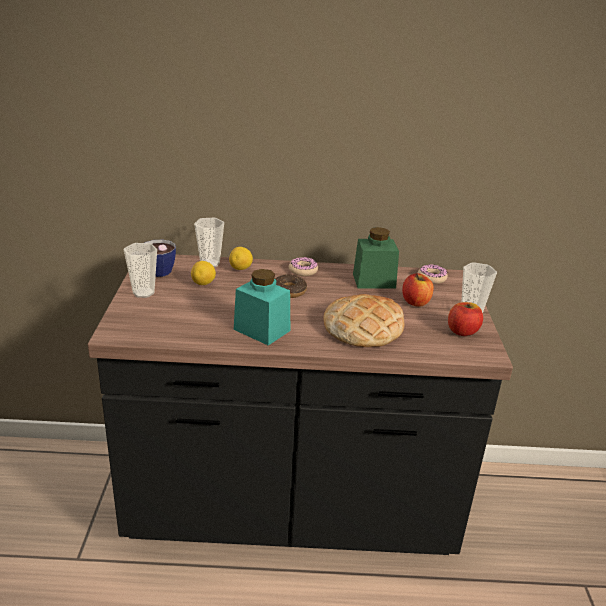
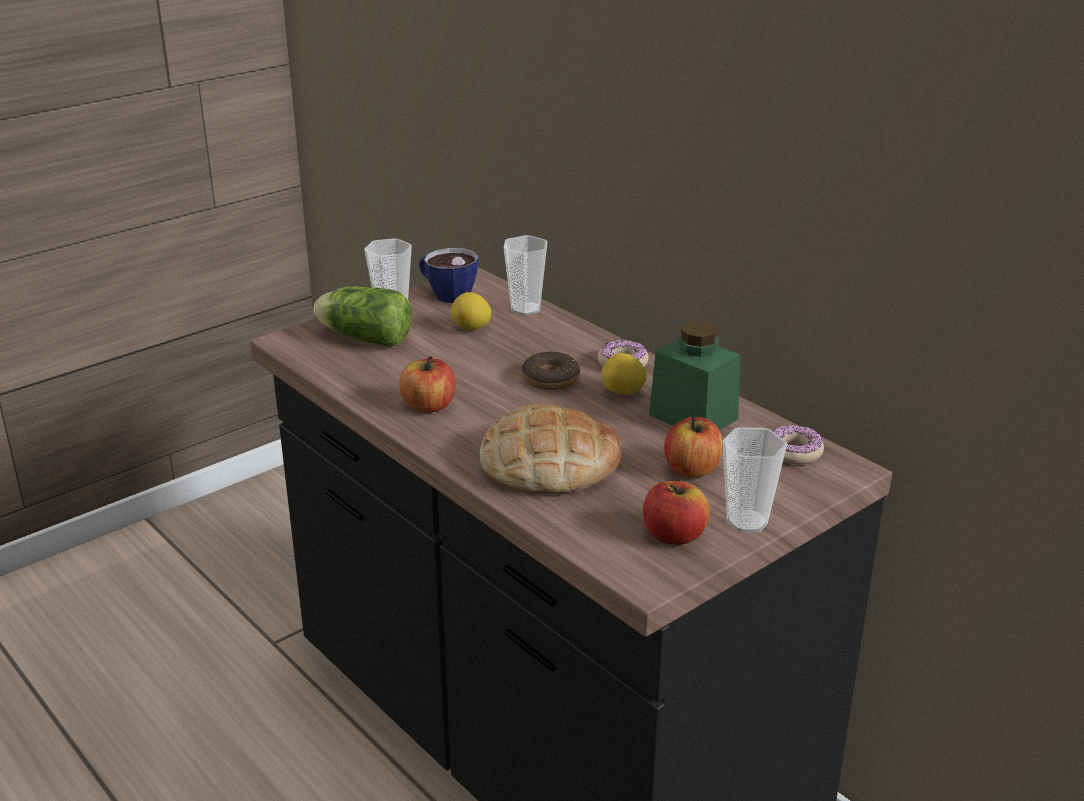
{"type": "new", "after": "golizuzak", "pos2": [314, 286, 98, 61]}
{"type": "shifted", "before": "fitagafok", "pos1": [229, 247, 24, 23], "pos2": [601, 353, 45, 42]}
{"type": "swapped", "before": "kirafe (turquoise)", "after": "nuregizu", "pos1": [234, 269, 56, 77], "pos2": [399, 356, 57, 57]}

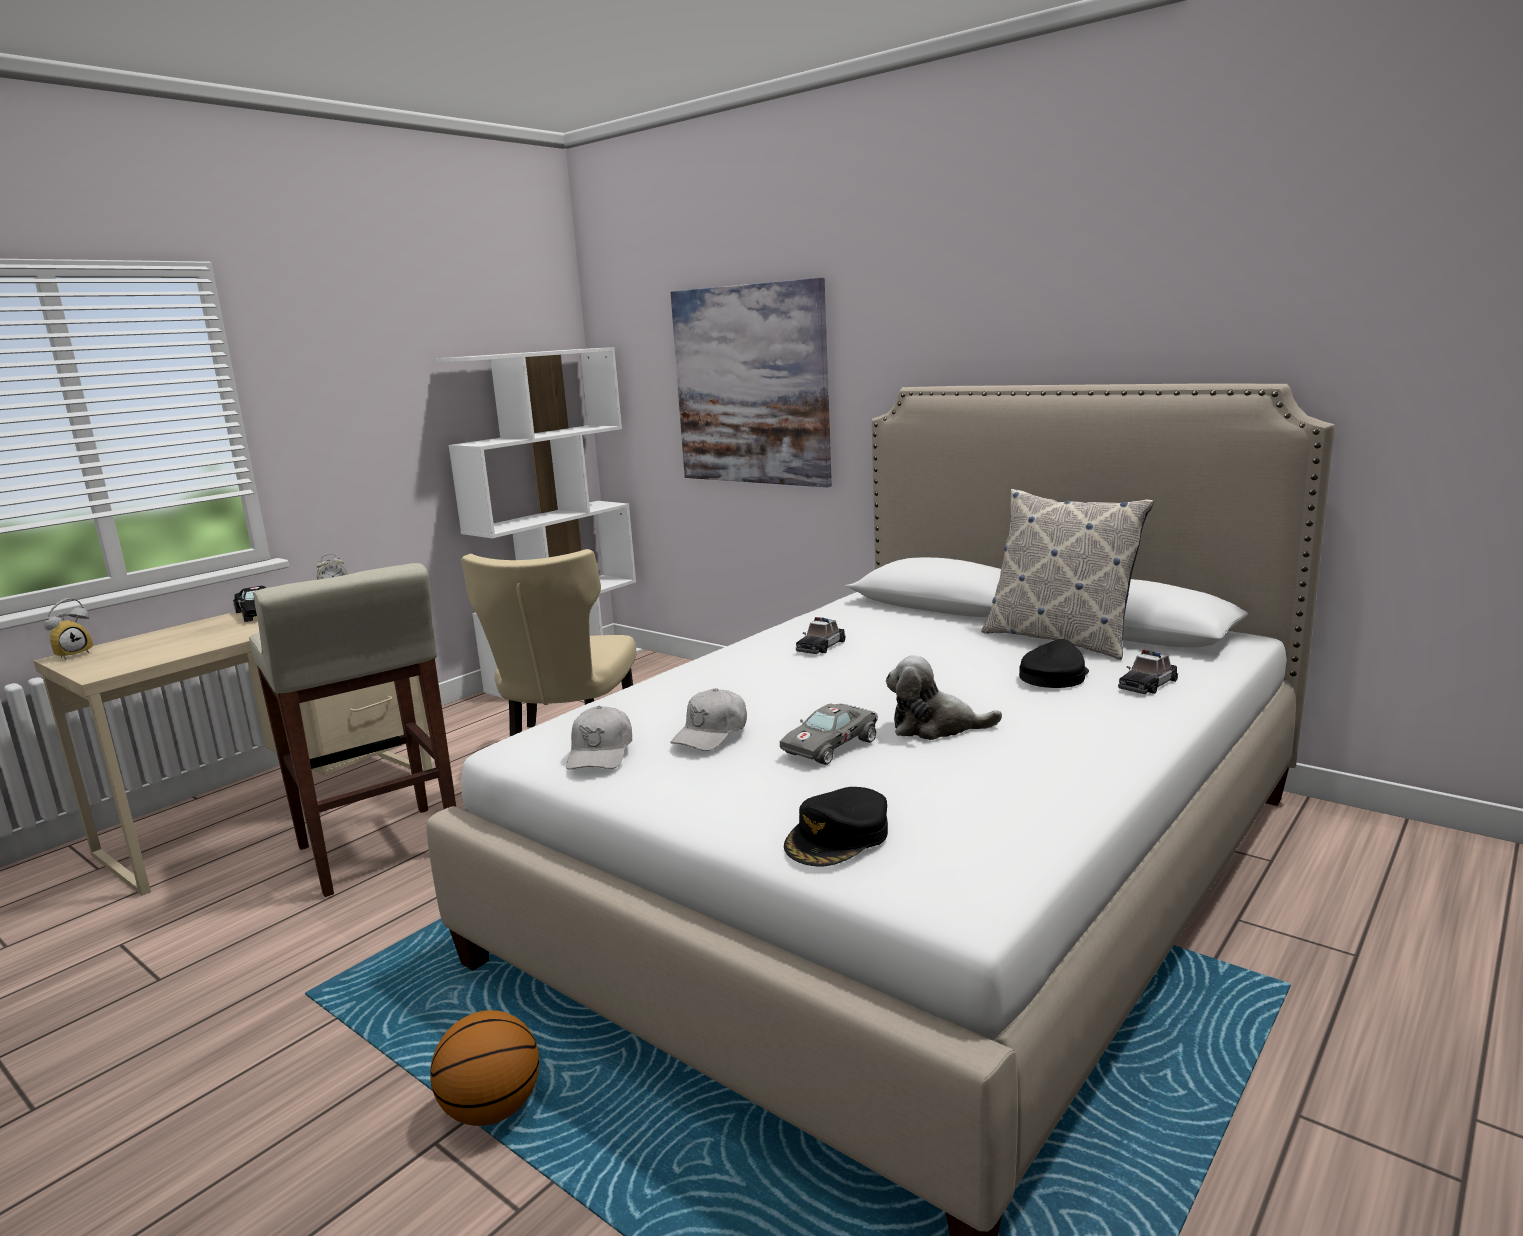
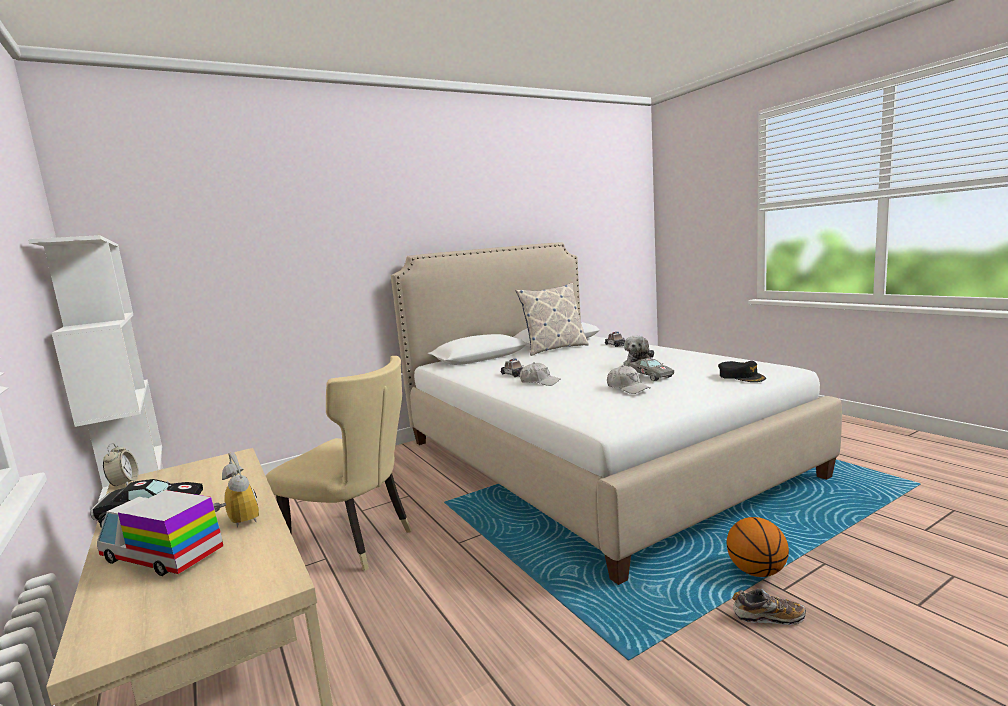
{"type": "gone", "before": "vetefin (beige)", "pos1": [249, 563, 207, 334]}
{"type": "gone", "before": "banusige", "pos1": [671, 277, 161, 210]}
{"type": "gone", "before": "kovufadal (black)", "pos1": [1019, 639, 70, 49]}
{"type": "new", "after": "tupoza", "pos2": [97, 490, 126, 86]}
{"type": "new", "after": "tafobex", "pos2": [732, 589, 74, 36]}
{"type": "shifted", "before": "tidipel", "pos1": [44, 598, 49, 62], "pos2": [213, 452, 46, 76]}
{"type": "shifted", "before": "kovufadal (white)", "pos1": [566, 706, 66, 64], "pos2": [520, 362, 41, 24]}

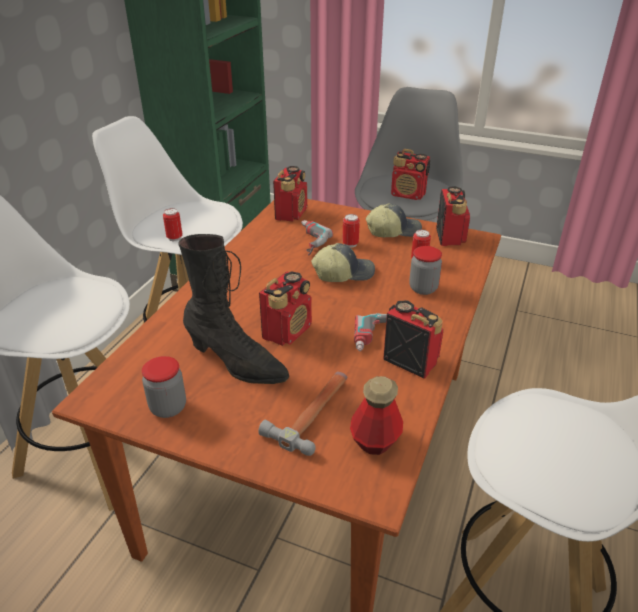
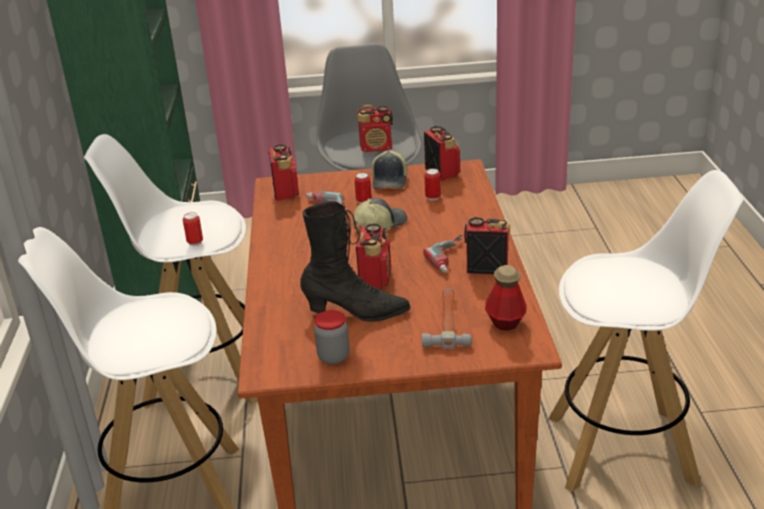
{"type": "gone", "before": "kirafe", "pos1": [409, 246, 33, 49]}
{"type": "rotated", "before": "kovufadal", "pos1": [365, 203, 57, 34], "pos2": [372, 150, 36, 39], "turn": 135}

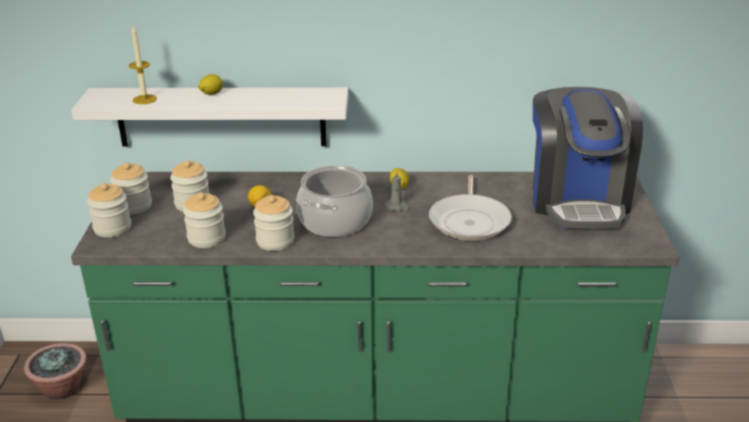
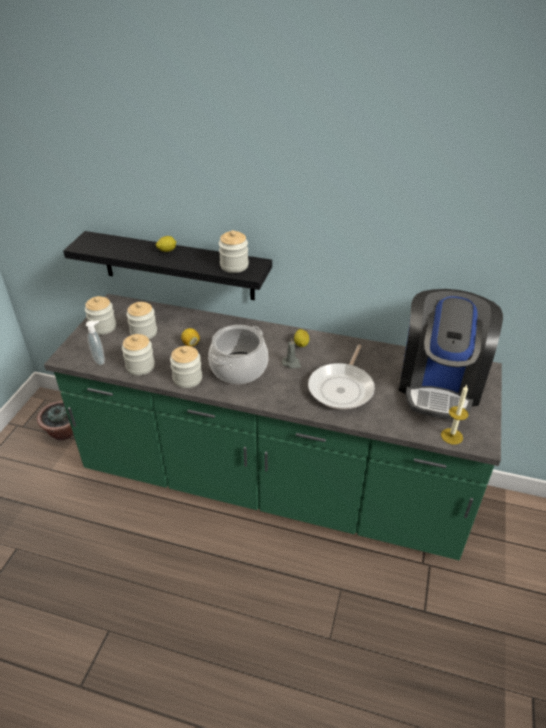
{"type": "new", "after": "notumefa", "pos2": [86, 320, 19, 45]}
{"type": "shifted", "before": "kirafe", "pos1": [87, 183, 44, 54], "pos2": [219, 230, 30, 43]}
{"type": "shifted", "before": "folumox", "pos1": [129, 25, 28, 79], "pos2": [441, 385, 27, 60]}
{"type": "repainted", "before": "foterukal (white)", "after": "foterukal (black)", "pos1": [71, 87, 278, 60], "pos2": [63, 231, 209, 69]}

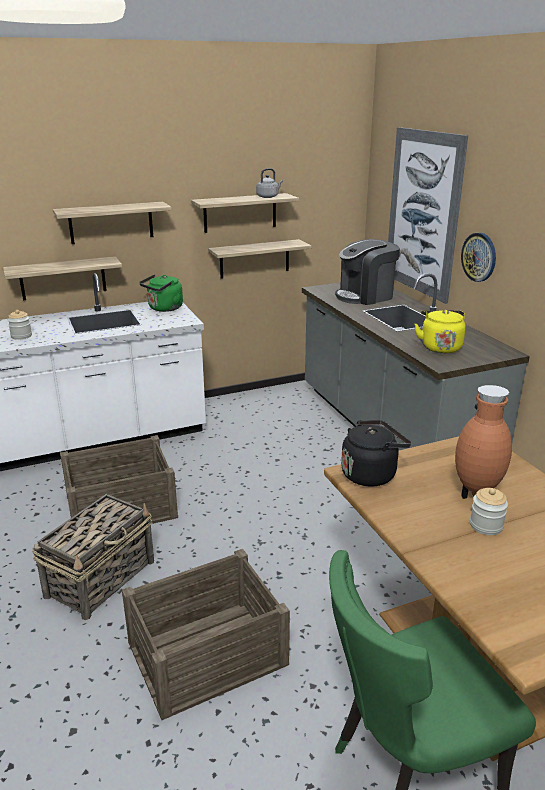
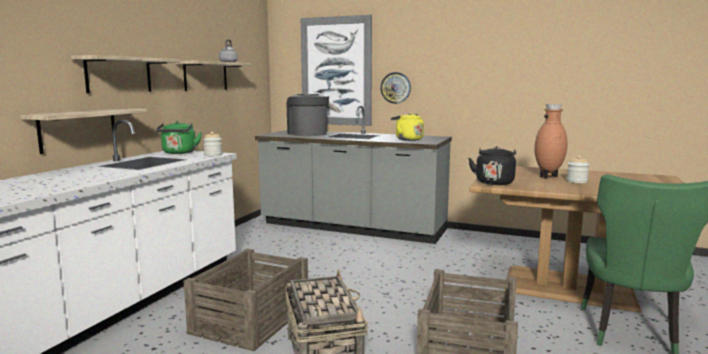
{"type": "gone", "before": "foterukal", "pos1": [208, 239, 104, 40]}
{"type": "shifted", "before": "kirafe", "pos1": [8, 310, 24, 30], "pos2": [203, 131, 19, 25]}
{"type": "rotated", "before": "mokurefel", "pos1": [335, 239, 65, 66], "pos2": [287, 94, 42, 42], "turn": 135}

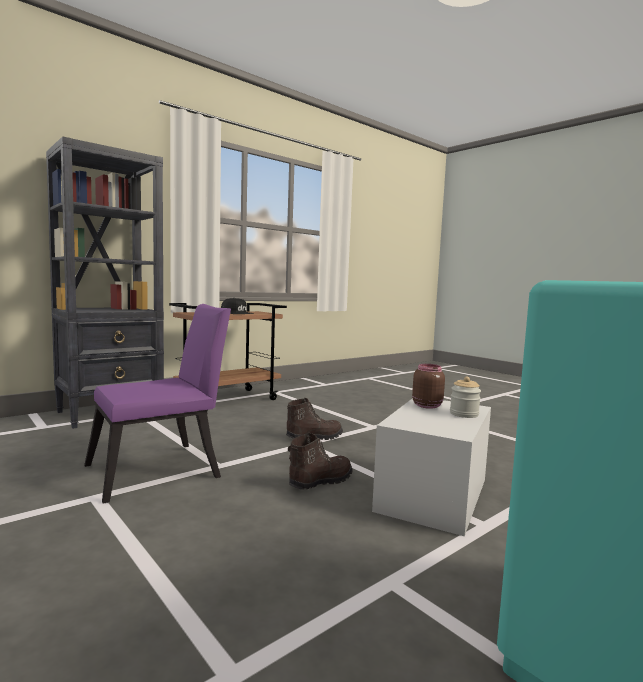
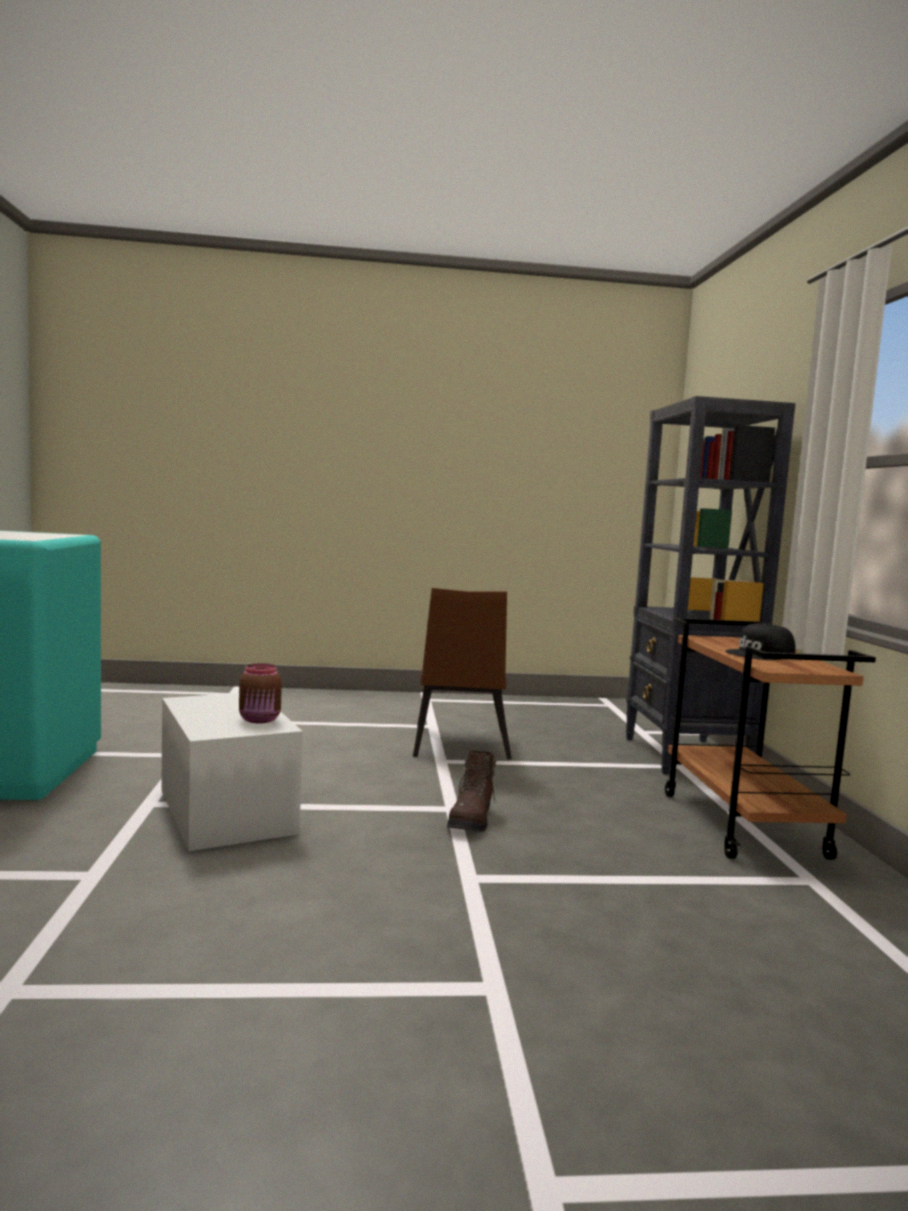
{"type": "gone", "before": "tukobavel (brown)", "pos1": [288, 433, 65, 56]}
{"type": "gone", "before": "kirafe", "pos1": [450, 377, 31, 41]}
{"type": "repainted", "before": "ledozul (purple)", "after": "ledozul (brown)", "pos1": [84, 304, 147, 200], "pos2": [413, 588, 99, 171]}

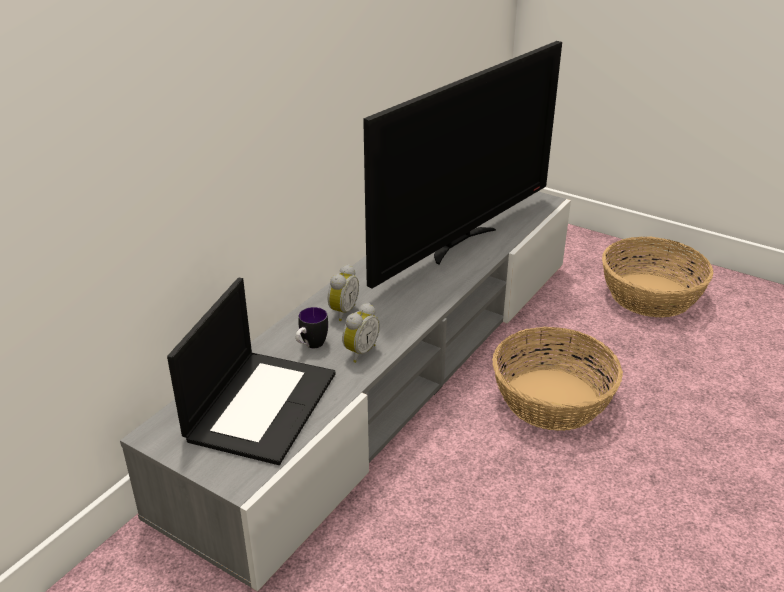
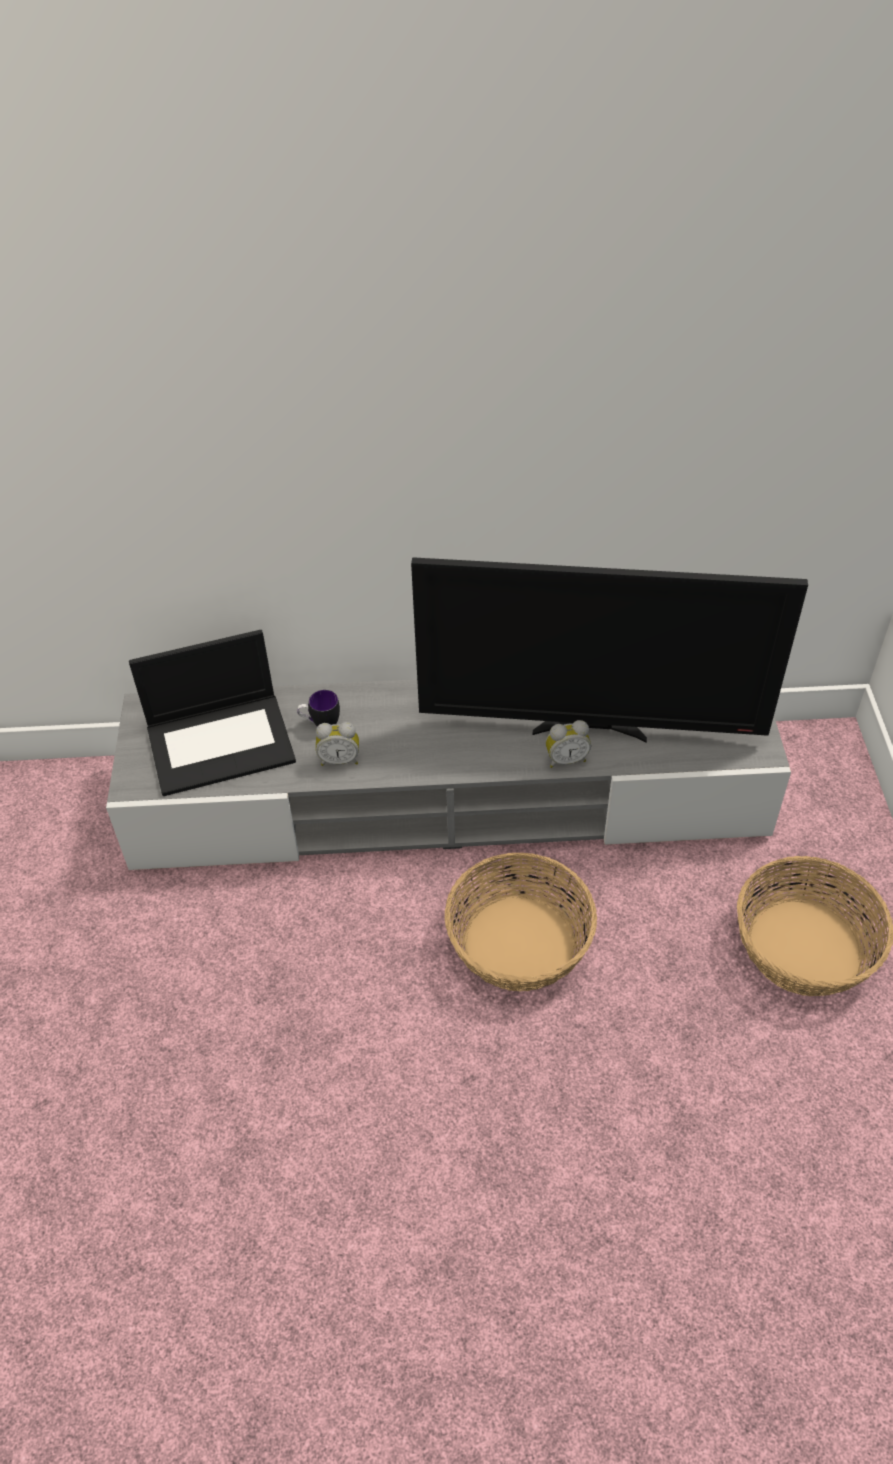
{"type": "shifted", "before": "tidipel", "pos1": [328, 264, 31, 57], "pos2": [546, 720, 45, 48]}

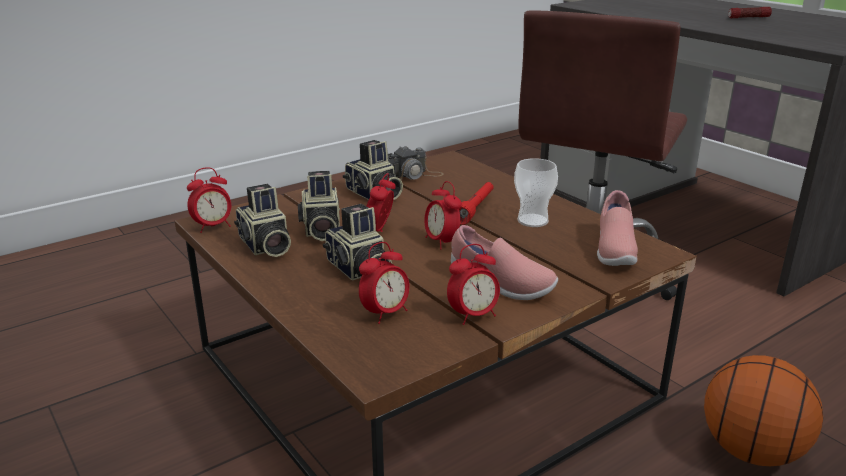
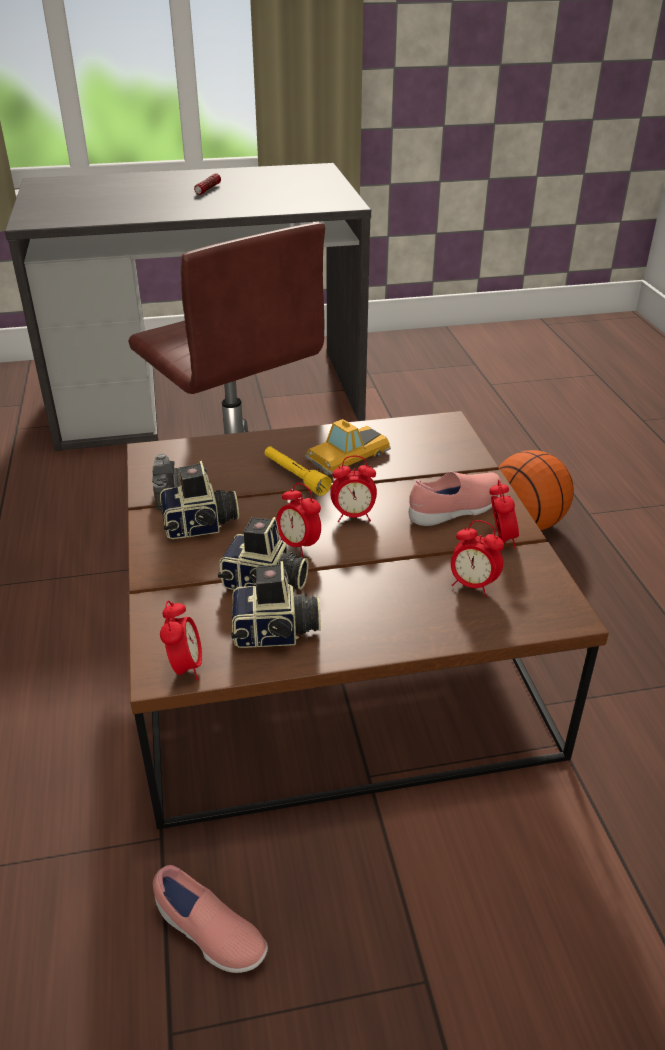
{"type": "gone", "before": "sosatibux", "pos1": [323, 204, 69, 76]}
{"type": "shifted", "before": "tafobex (pink)", "pos1": [597, 190, 41, 76], "pos2": [153, 865, 115, 108]}
{"type": "swapped", "before": "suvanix", "after": "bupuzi", "pos1": [514, 158, 44, 69], "pos2": [305, 419, 86, 56]}
{"type": "repainted", "before": "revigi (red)", "after": "revigi (yellow)", "pos1": [459, 182, 35, 43], "pos2": [265, 446, 67, 50]}
{"type": "rotated", "before": "tidipel", "pos1": [359, 242, 51, 82], "pos2": [451, 520, 53, 77], "turn": 135}

